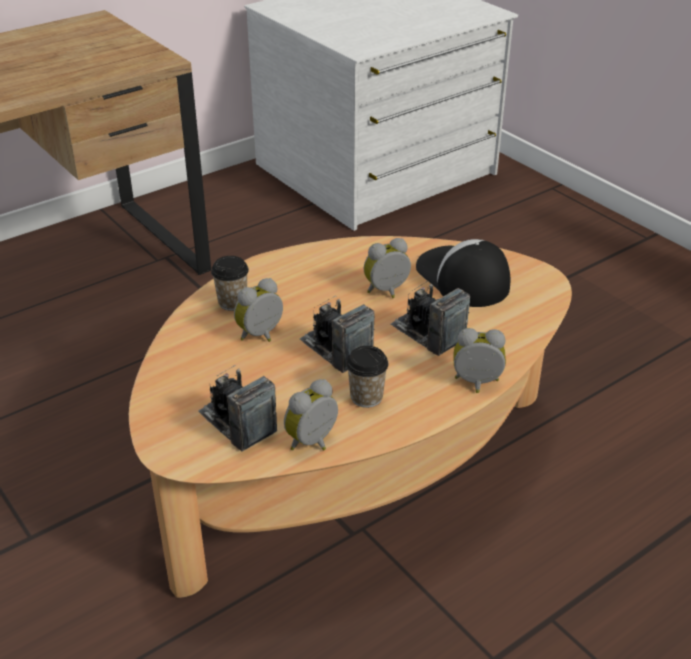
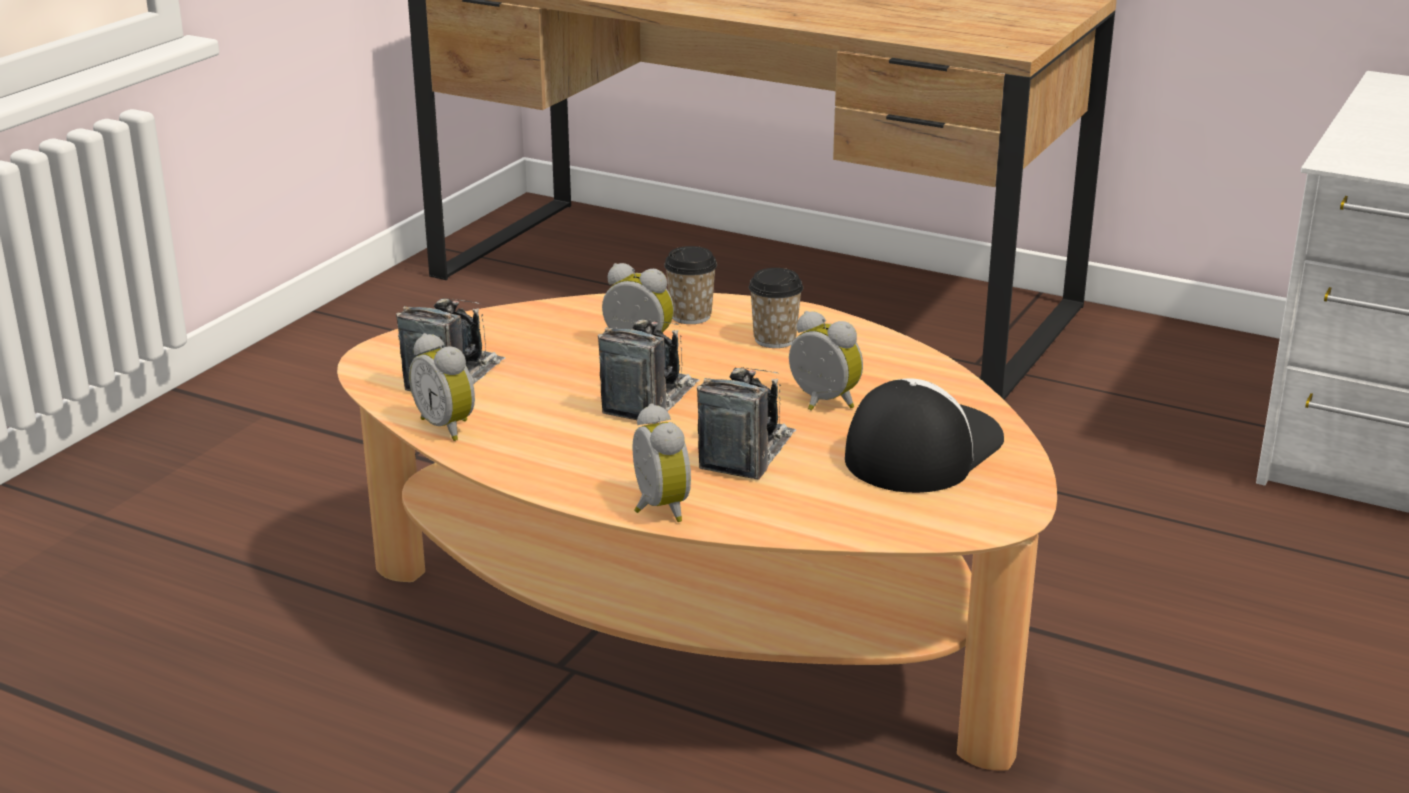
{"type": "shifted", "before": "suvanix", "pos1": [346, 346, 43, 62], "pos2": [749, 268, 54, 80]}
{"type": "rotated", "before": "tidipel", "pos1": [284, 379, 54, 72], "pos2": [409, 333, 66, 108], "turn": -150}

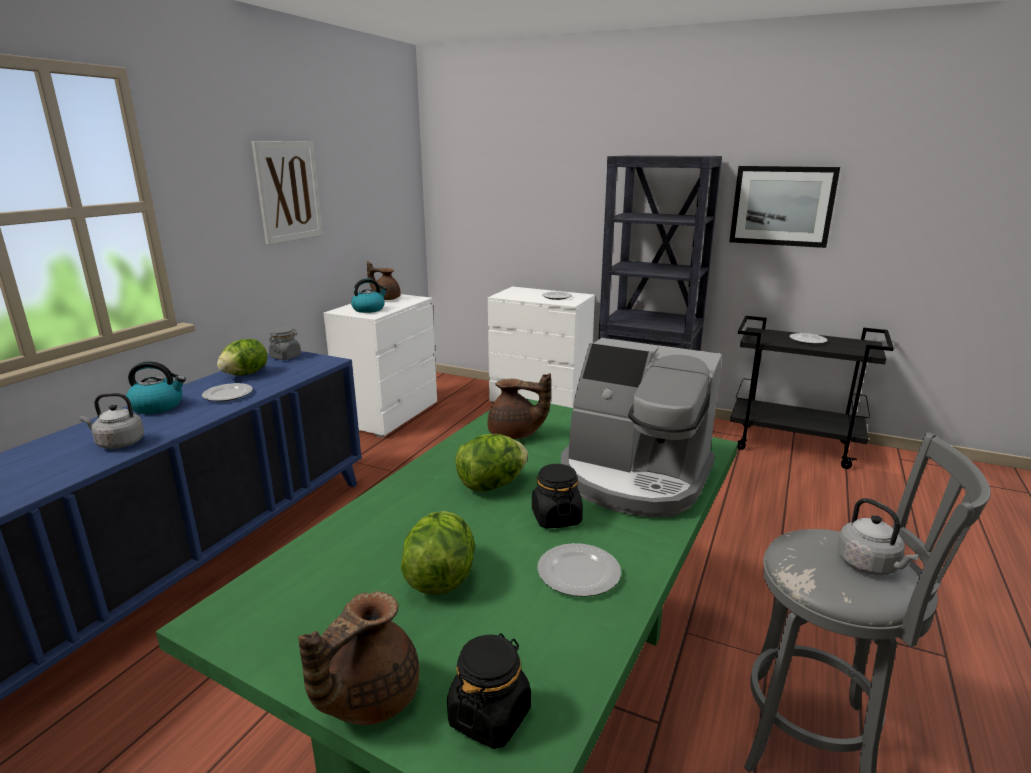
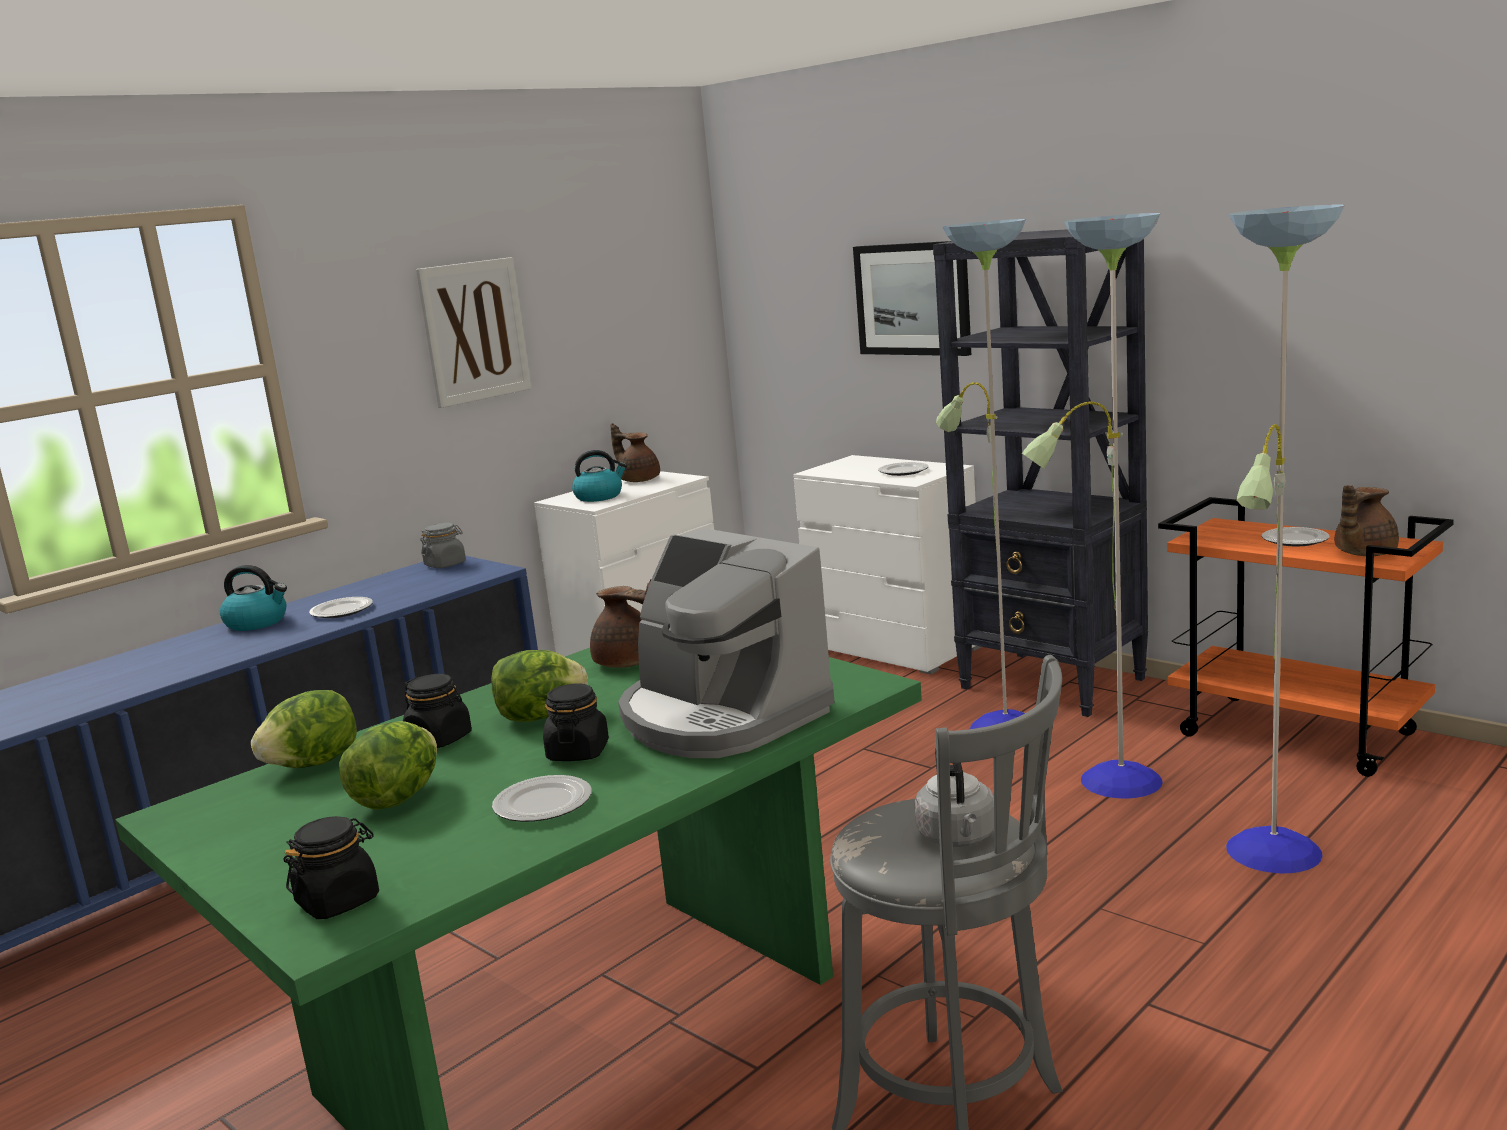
{"type": "gone", "before": "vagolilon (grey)", "pos1": [80, 393, 64, 56]}
{"type": "new", "after": "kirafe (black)", "pos2": [403, 674, 69, 74]}
{"type": "new", "after": "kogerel", "pos2": [936, 205, 409, 668]}
{"type": "shifted", "before": "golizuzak", "pos1": [217, 339, 50, 36], "pos2": [251, 690, 106, 78]}
{"type": "shifted", "before": "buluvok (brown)", "pos1": [298, 591, 121, 134], "pos2": [1335, 485, 64, 71]}
{"type": "shifted", "before": "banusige", "pos1": [729, 166, 111, 82], "pos2": [853, 241, 118, 115]}
{"type": "repainted", "before": "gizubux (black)", "after": "gizubux (orange)", "pos1": [730, 316, 164, 153], "pos2": [1158, 497, 296, 280]}

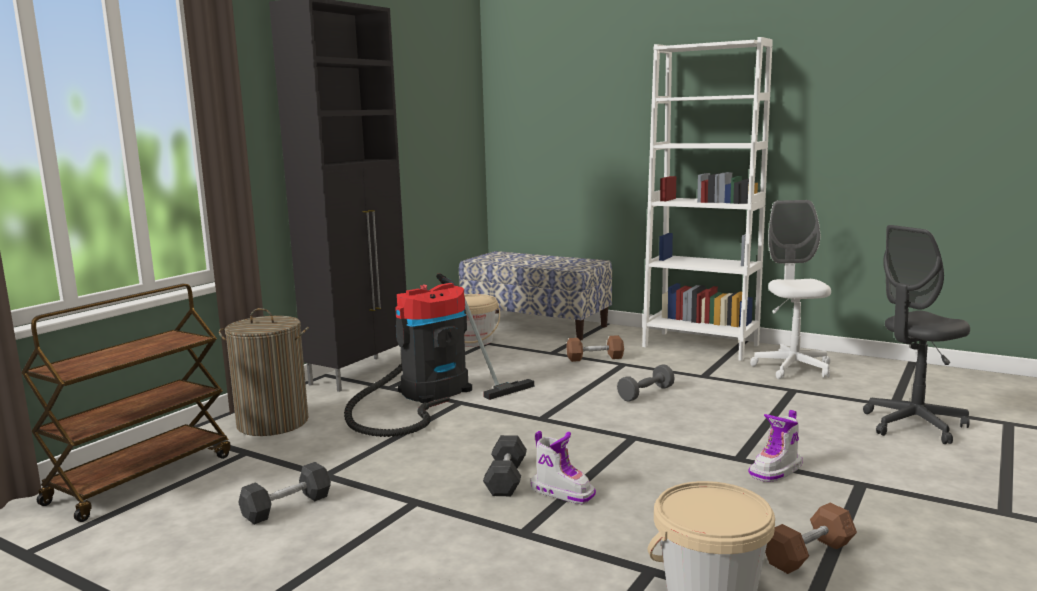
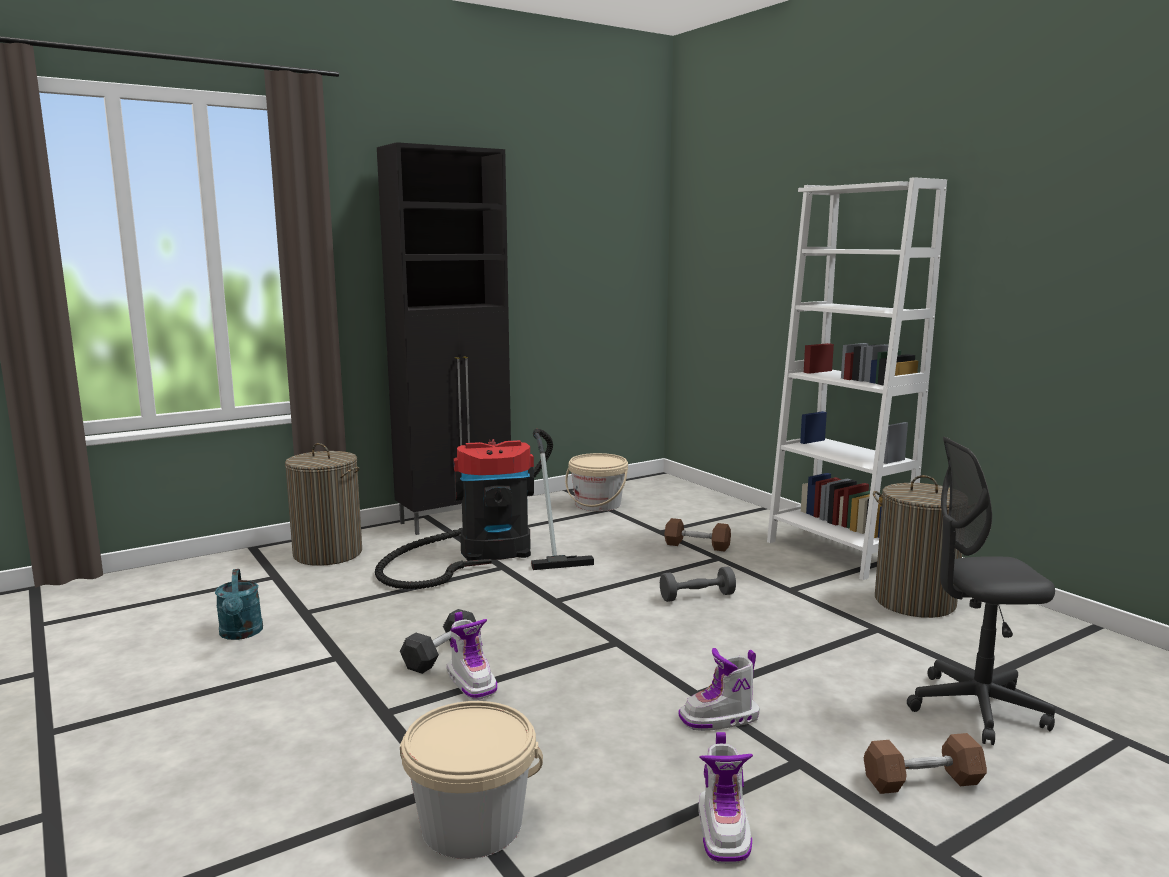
{"type": "gone", "before": "gizubux (brown)", "pos1": [21, 284, 210, 238]}
{"type": "gone", "before": "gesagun", "pos1": [459, 251, 153, 90]}
{"type": "new", "after": "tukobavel", "pos2": [699, 732, 54, 132]}
{"type": "shifted", "before": "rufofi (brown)", "pos1": [765, 503, 92, 71], "pos2": [864, 733, 123, 61]}
{"type": "swapped", "before": "rufofi (grey)", "after": "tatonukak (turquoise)", "pos1": [238, 462, 93, 63], "pos2": [215, 569, 48, 71]}
{"type": "swapped", "before": "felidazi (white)", "after": "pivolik", "pos1": [750, 200, 81, 179], "pos2": [873, 475, 89, 143]}

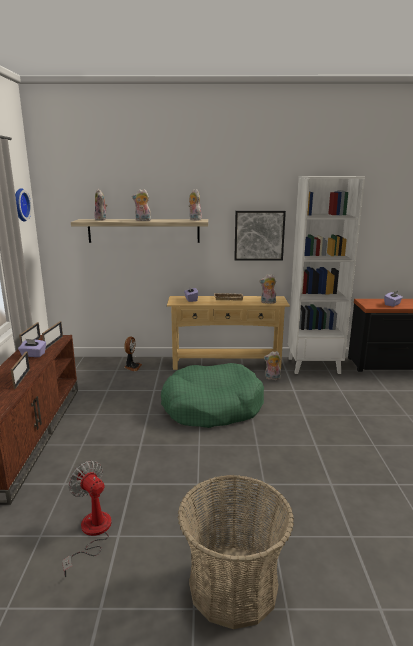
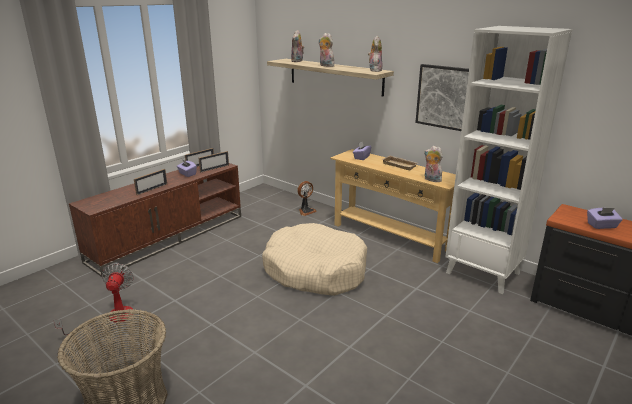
{"type": "gone", "before": "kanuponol", "pos1": [15, 188, 17, 33]}
{"type": "gone", "before": "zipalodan", "pos1": [264, 351, 17, 29]}
{"type": "repainted", "before": "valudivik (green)", "after": "valudivik (beige)", "pos1": [161, 363, 103, 65], "pos2": [262, 223, 105, 73]}

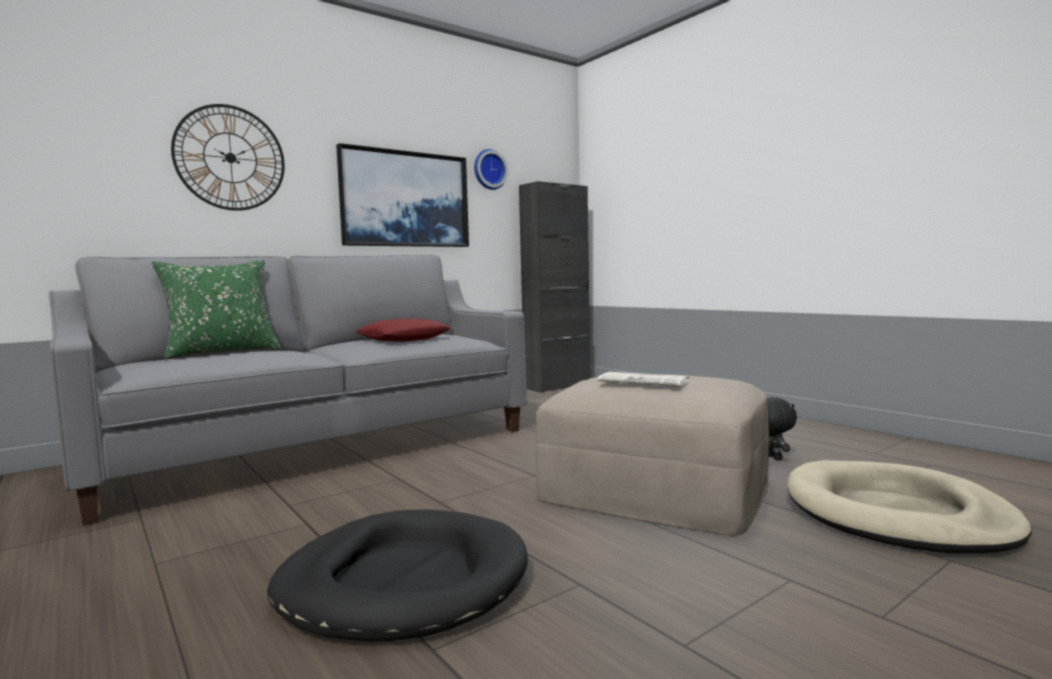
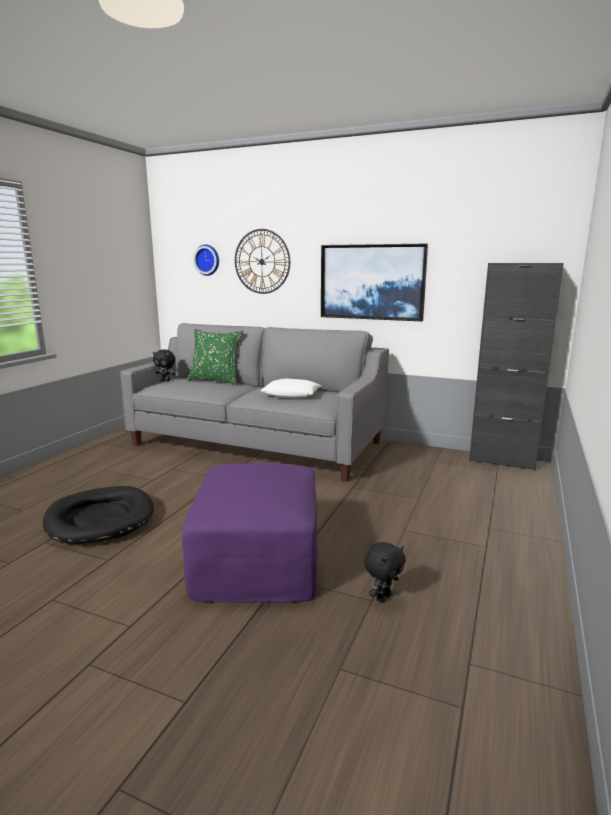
{"type": "gone", "before": "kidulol", "pos1": [597, 372, 92, 14]}
{"type": "gone", "before": "valudivik (beige)", "pos1": [787, 460, 245, 93]}
{"type": "new", "after": "zipalodan (black)", "pos2": [153, 349, 23, 33]}
{"type": "shifted", "before": "kanuponol", "pos1": [474, 149, 34, 41], "pos2": [193, 244, 26, 32]}
{"type": "repainted", "before": "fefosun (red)", "after": "fefosun (white)", "pos1": [356, 318, 95, 24], "pos2": [261, 378, 60, 20]}
{"type": "repainted", "before": "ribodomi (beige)", "after": "ribodomi (purple)", "pos1": [536, 375, 233, 161], "pos2": [182, 462, 135, 141]}

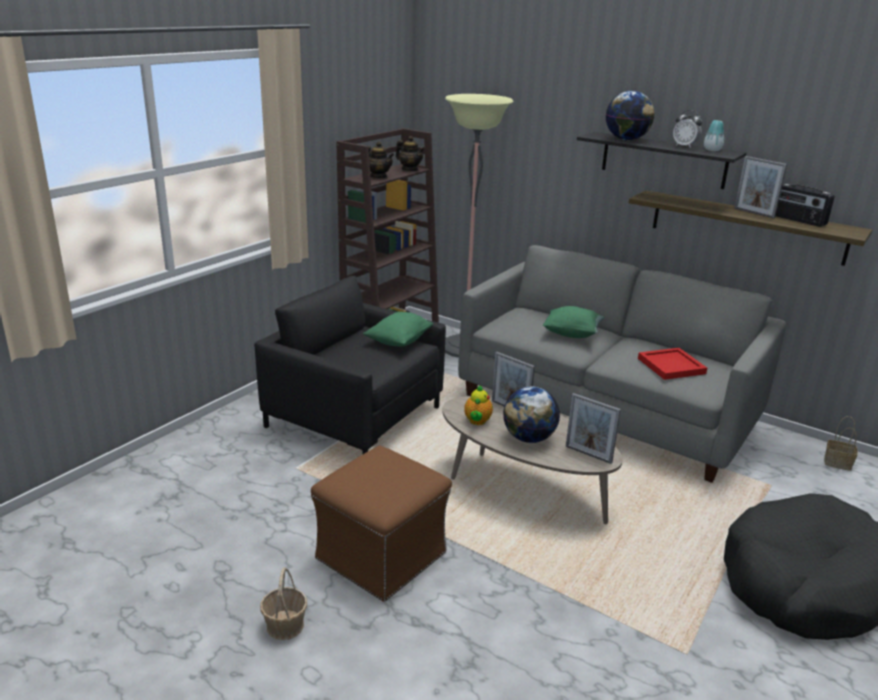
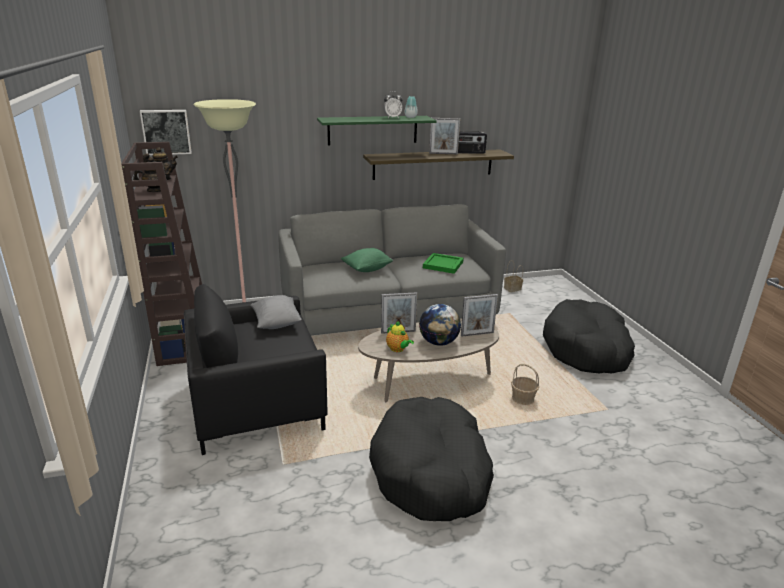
{"type": "gone", "before": "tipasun", "pos1": [606, 91, 48, 49]}
{"type": "new", "after": "banusige", "pos2": [140, 110, 52, 45]}
{"type": "shifted", "before": "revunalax", "pos1": [260, 568, 47, 72], "pos2": [511, 364, 28, 41]}
{"type": "swapped", "before": "ribodomi (brown)", "after": "valudivik (black)", "pos1": [311, 446, 141, 156], "pos2": [369, 397, 125, 124]}
{"type": "repainted", "before": "fefosun (green)", "after": "fefosun (grey)", "pos1": [363, 311, 70, 36], "pos2": [250, 295, 52, 34]}
{"type": "repainted", "before": "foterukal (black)", "after": "foterukal (green)", "pos1": [577, 132, 169, 57], "pos2": [317, 116, 119, 29]}
{"type": "repainted", "before": "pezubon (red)", "after": "pezubon (green)", "pos1": [638, 348, 69, 32], "pos2": [423, 253, 41, 21]}

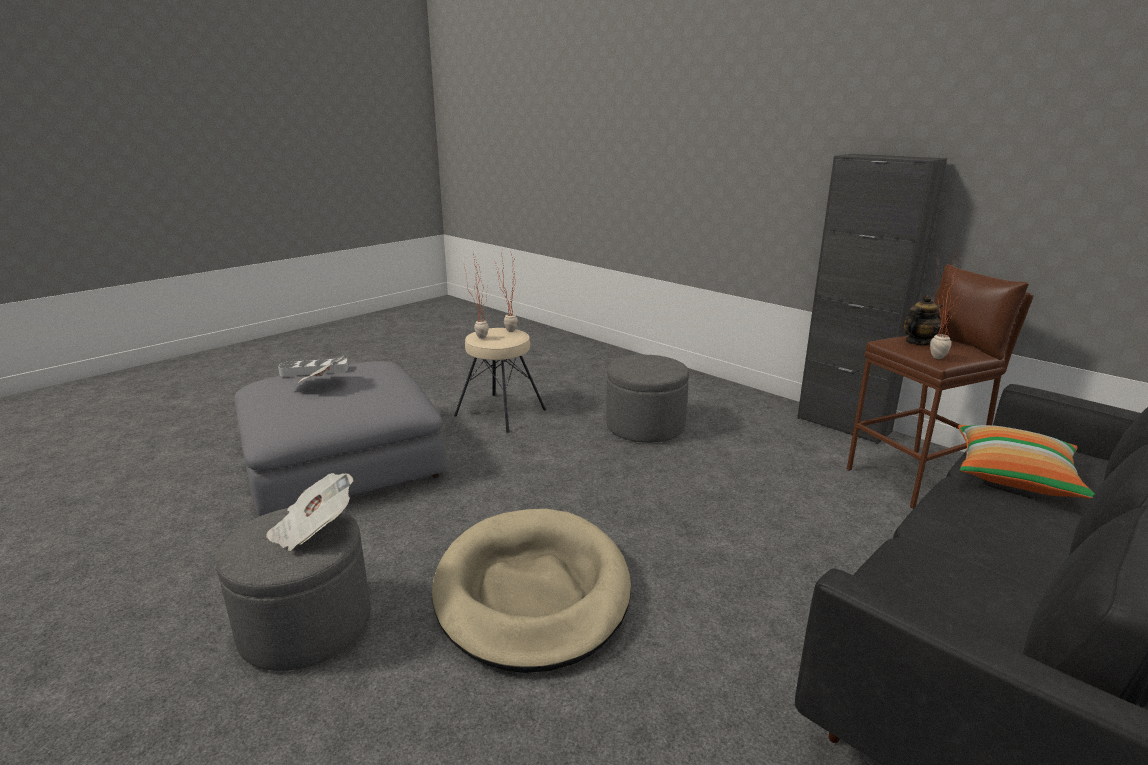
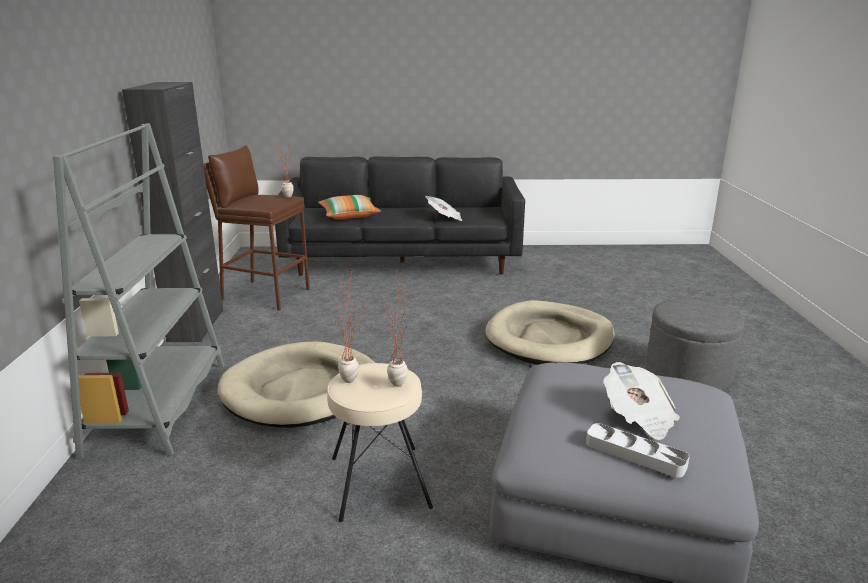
{"type": "gone", "before": "buluvok", "pos1": [904, 295, 39, 50]}
{"type": "new", "after": "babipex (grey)", "pos2": [53, 123, 172, 337]}
{"type": "shifted", "before": "kidulol", "pos1": [266, 473, 88, 78], "pos2": [425, 196, 38, 25]}
{"type": "swapped", "before": "ribodomi (grey)", "after": "valudivik (beige)", "pos1": [606, 355, 83, 88], "pos2": [218, 342, 157, 86]}

